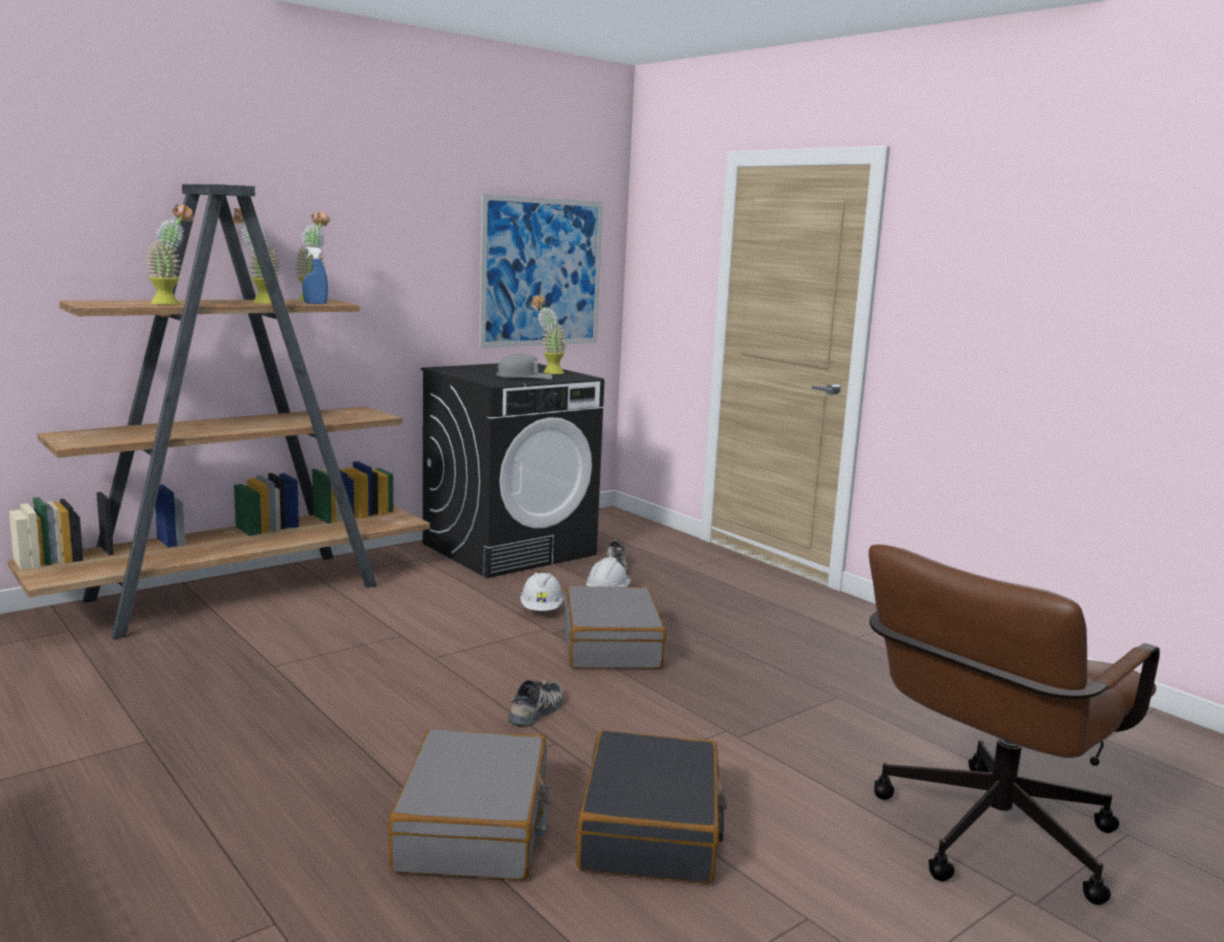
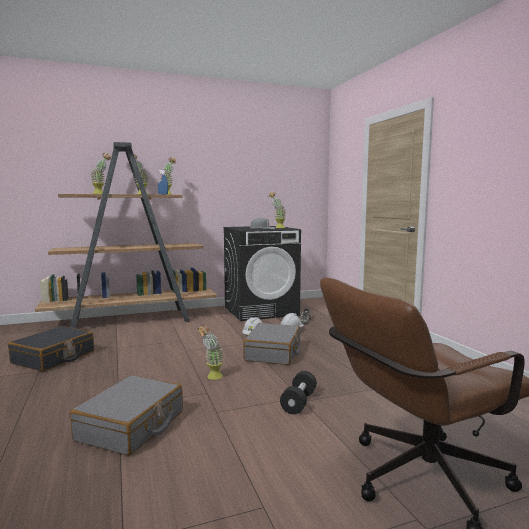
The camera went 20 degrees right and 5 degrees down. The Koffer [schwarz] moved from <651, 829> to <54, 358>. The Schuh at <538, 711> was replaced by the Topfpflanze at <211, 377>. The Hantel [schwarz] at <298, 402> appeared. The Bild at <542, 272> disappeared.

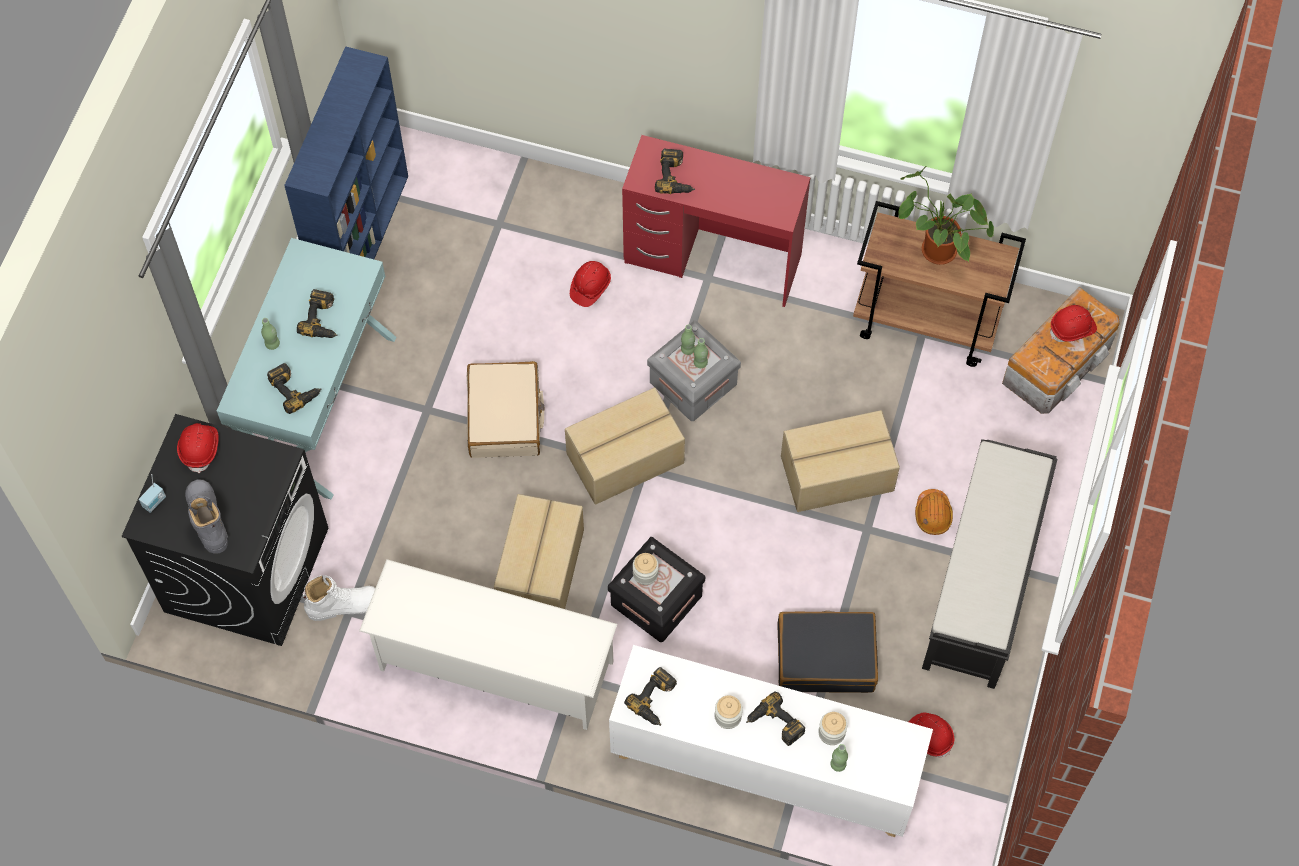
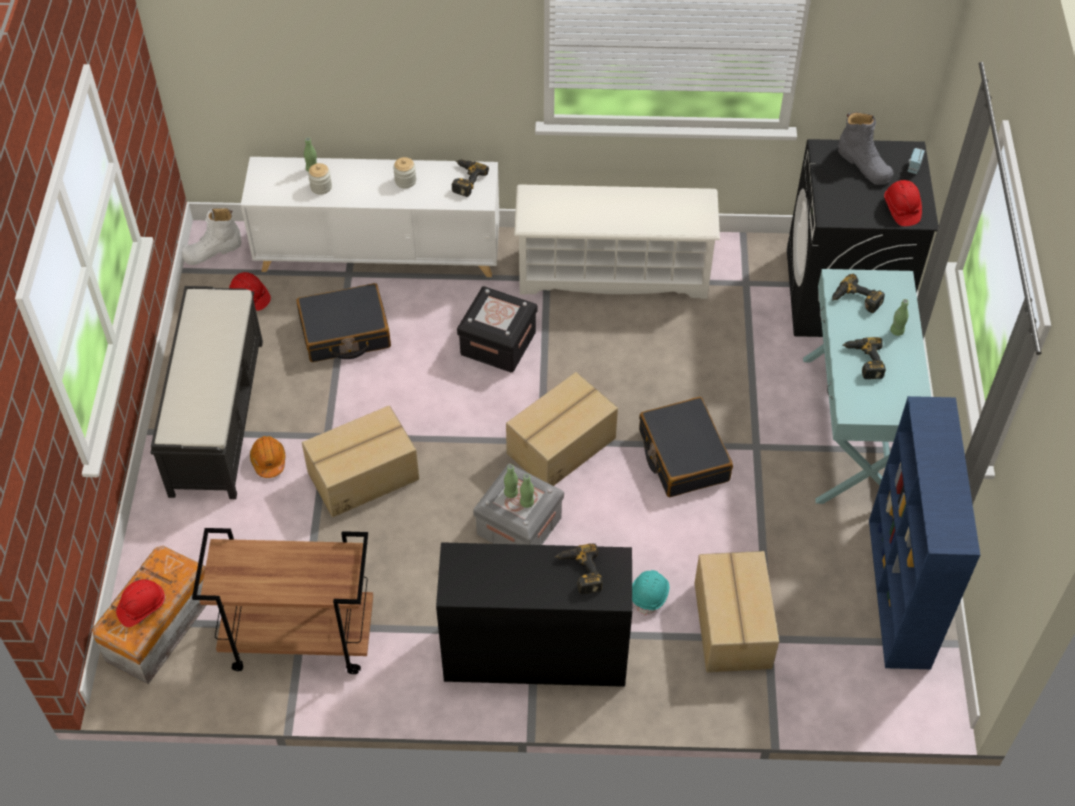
The camera went 165 degrees right and 10 degrees down. The Stiefel [weiß] moved from <343, 605> to <212, 250>. The Schreibtisch [rot] at <713, 259> became the Schreibtisch [schwarz] at <535, 654>. The Schutzhelm [rot] at <590, 287> became the Schutzhelm [türkis] at <650, 594>. The Koffer [beige] at <505, 417> became the Koffer [schwarz] at <683, 456>. The Karton moved from <542, 569> to <731, 625>. The Vorratsglas at <645, 574> disappeared. The Bohrmaschine at <774, 725> disappeared. The Topfpflanze at <934, 251> disappeared.

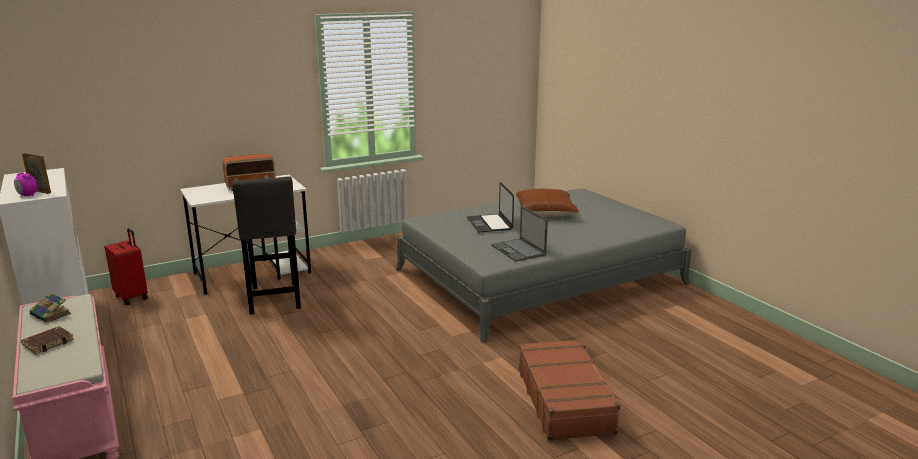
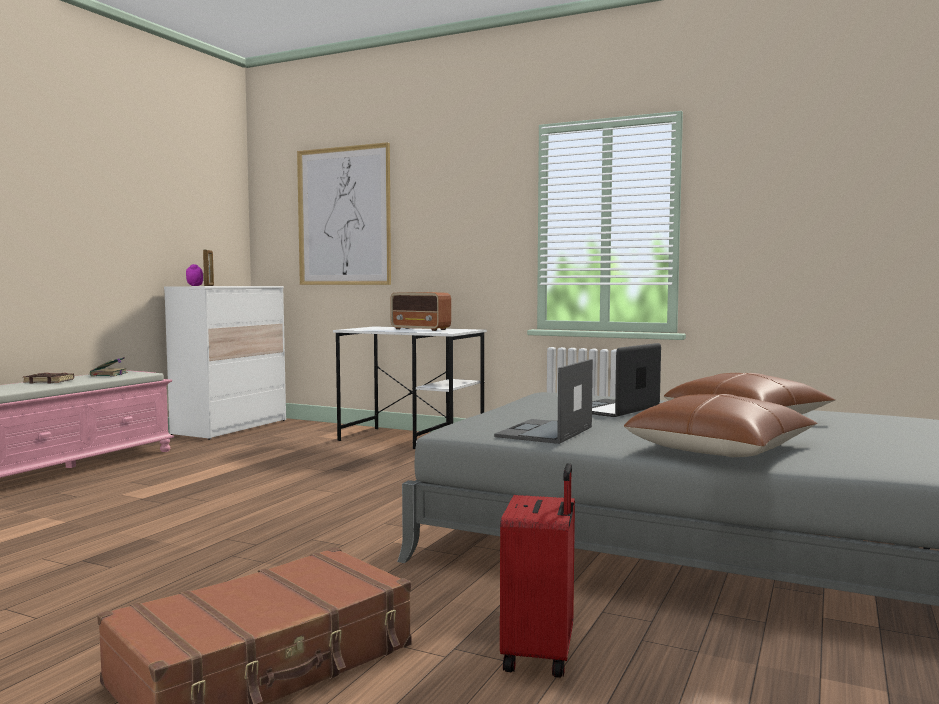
The camera went 55 degrees right and 15 degrees down. The Bild at <344, 216> appeared. The Koffer [rot] moved from <132, 297> to <541, 654>. The Kissen [braun] at <720, 450> appeared. The Hocker [grau] at <274, 300> disappeared.

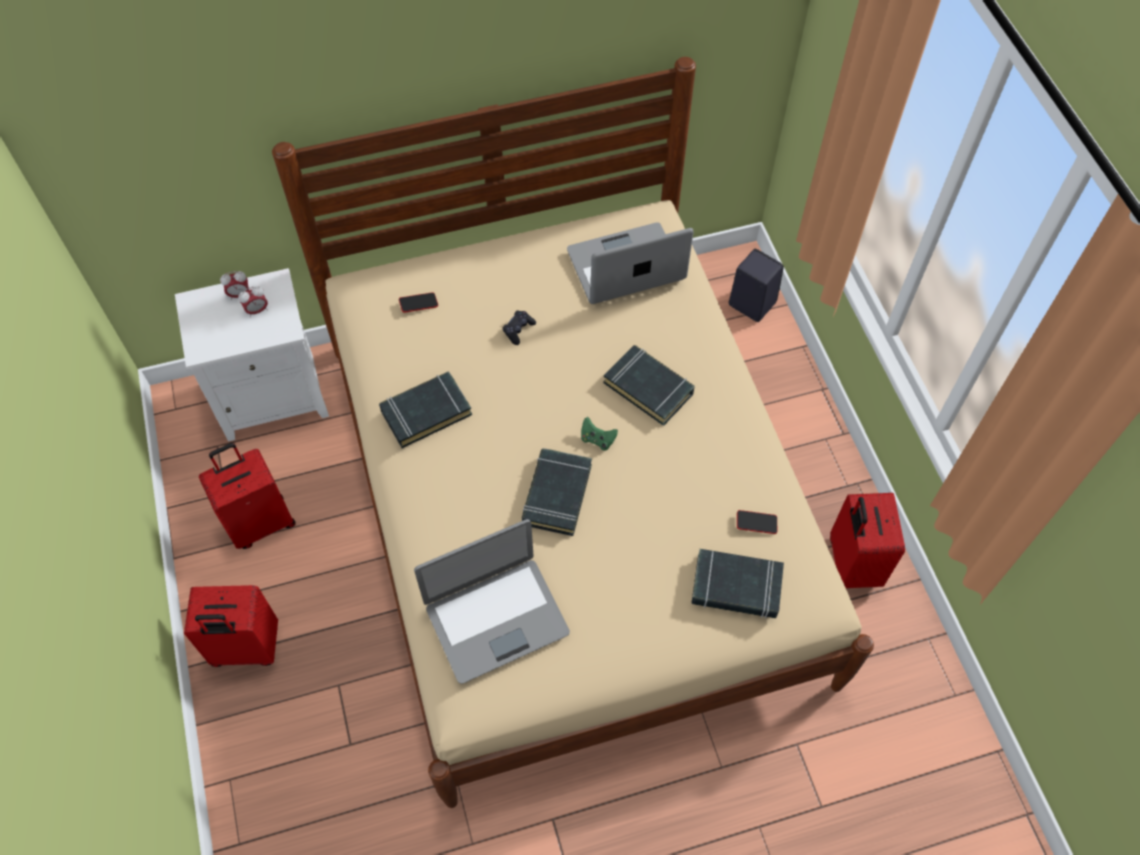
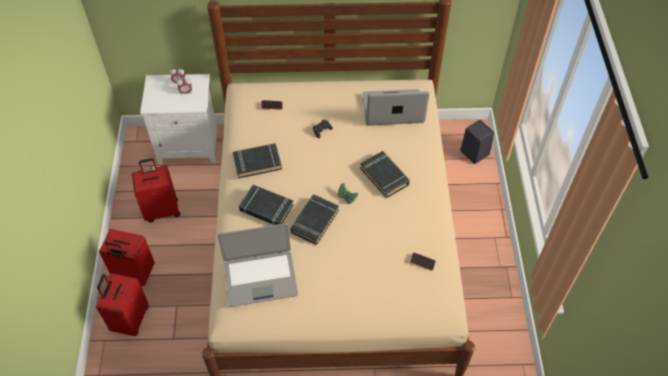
The camera went 15 degrees right and 5 degrees down. The Koffer [rot] moved from <851, 563> to <130, 319>. The Buch [schwarz] moved from <736, 587> to <266, 208>.

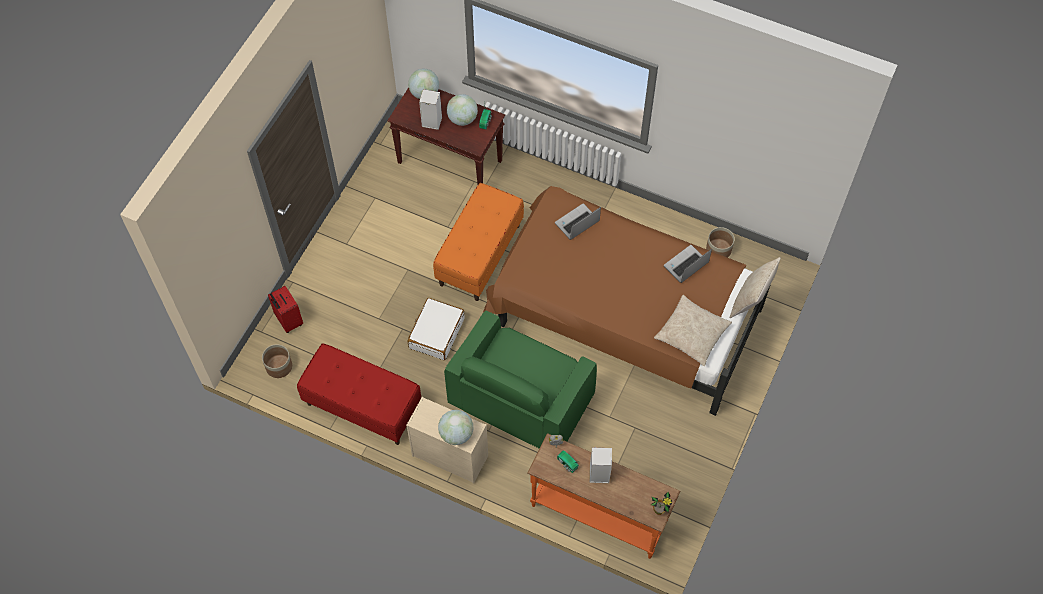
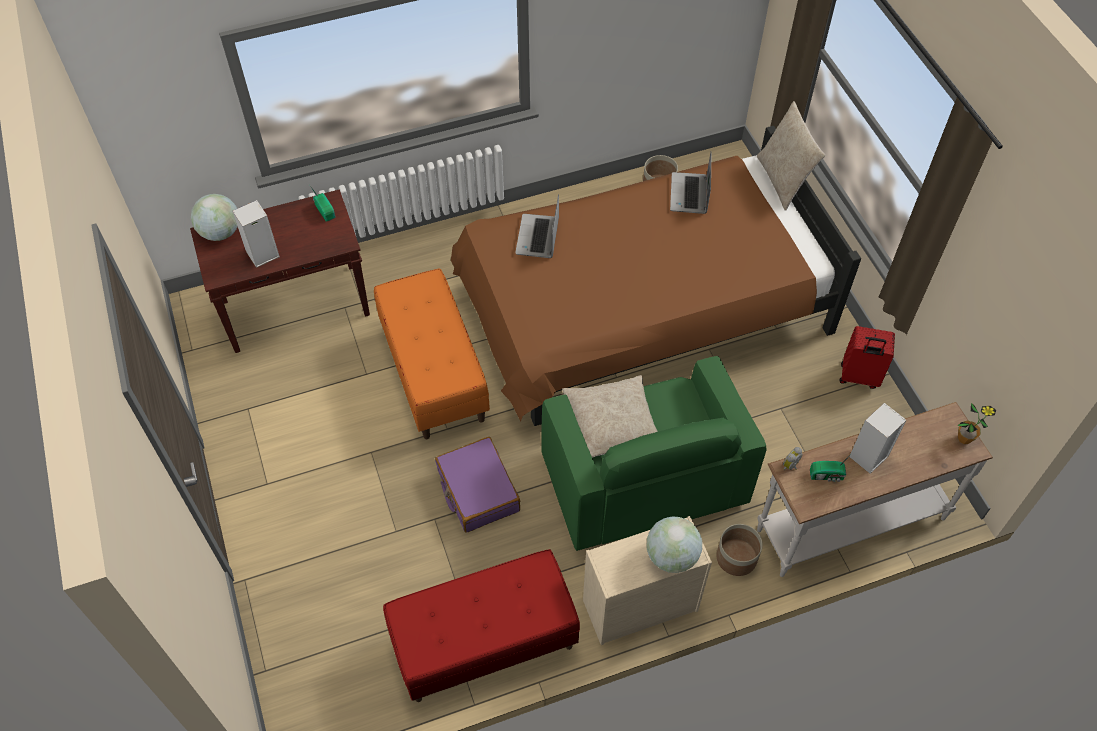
The camera went 45 degrees left and 5 degrees down. The Koffer [weiß] at <436, 333> became the Koffer [lila] at <477, 491>. The Kissen [beige] moved from <692, 334> to <611, 424>. The Pflanzkübel moved from <278, 366> to <736, 558>. The Konsolentisch [orange] at <598, 514> became the Konsolentisch [weiß] at <850, 522>. The Koffer [rot] moved from <288, 321> to <859, 377>. The Globus at <462, 119> disappeared.

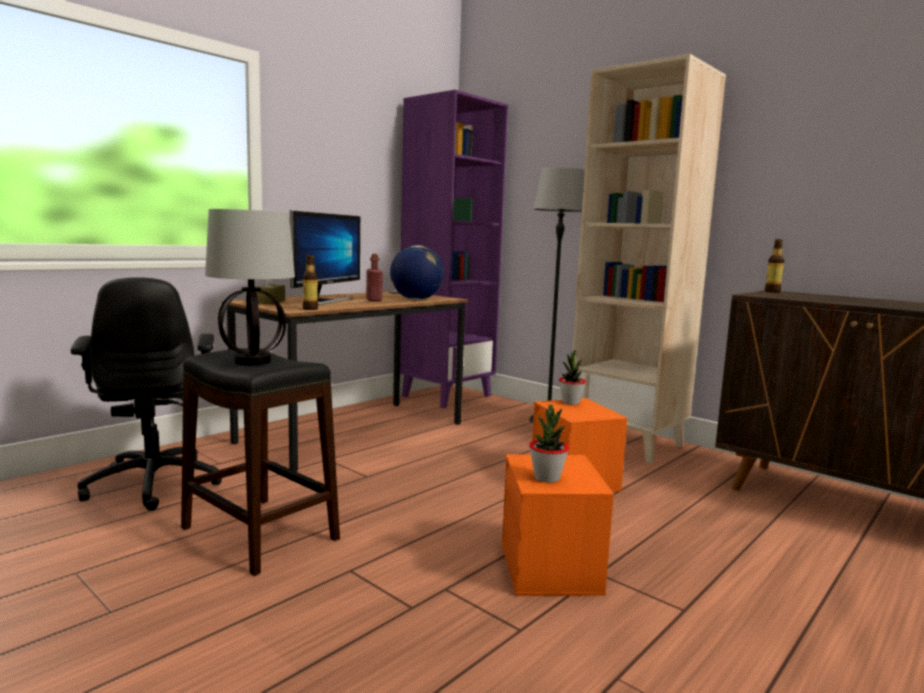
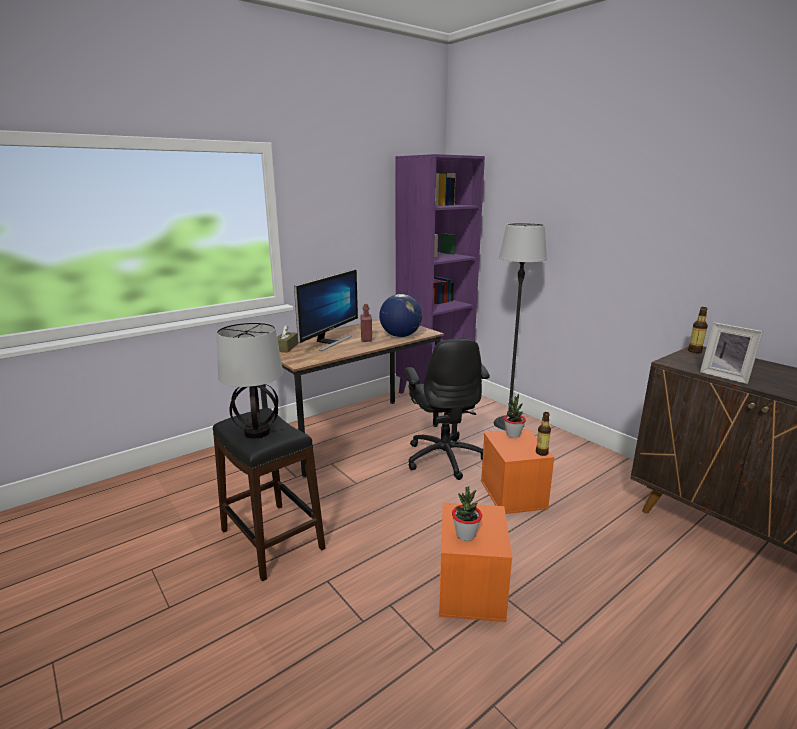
The camera went 10 degrees right and 10 degrees up. The Bürostuhl [schwarz] moved from <154, 484> to <444, 457>. The Flasche moved from <310, 309> to <541, 453>. The Bilderrahmen at <725, 376> appeared. The Bücherregal [beige] at <628, 443> disappeared.

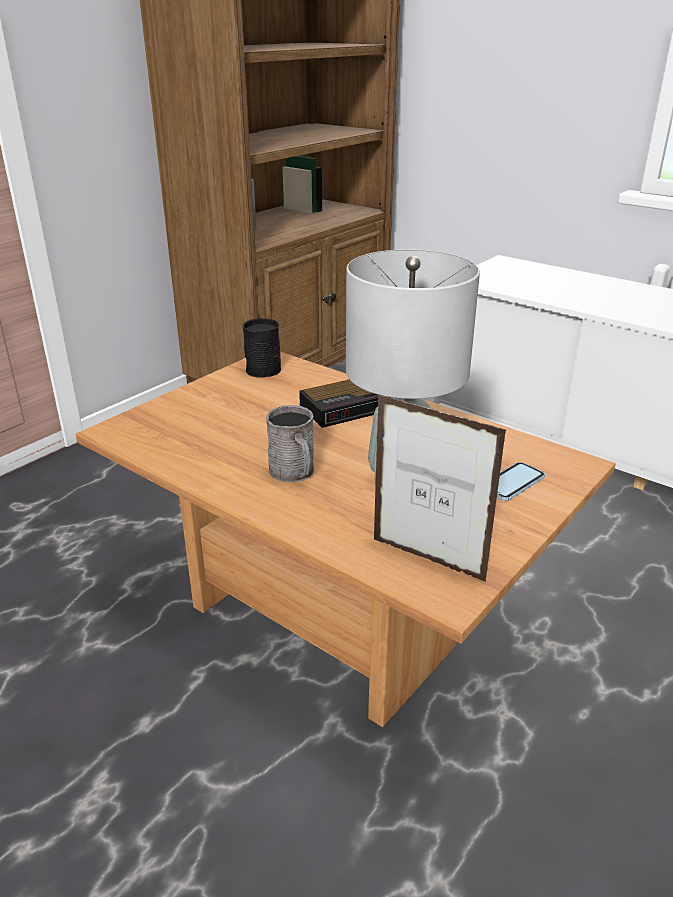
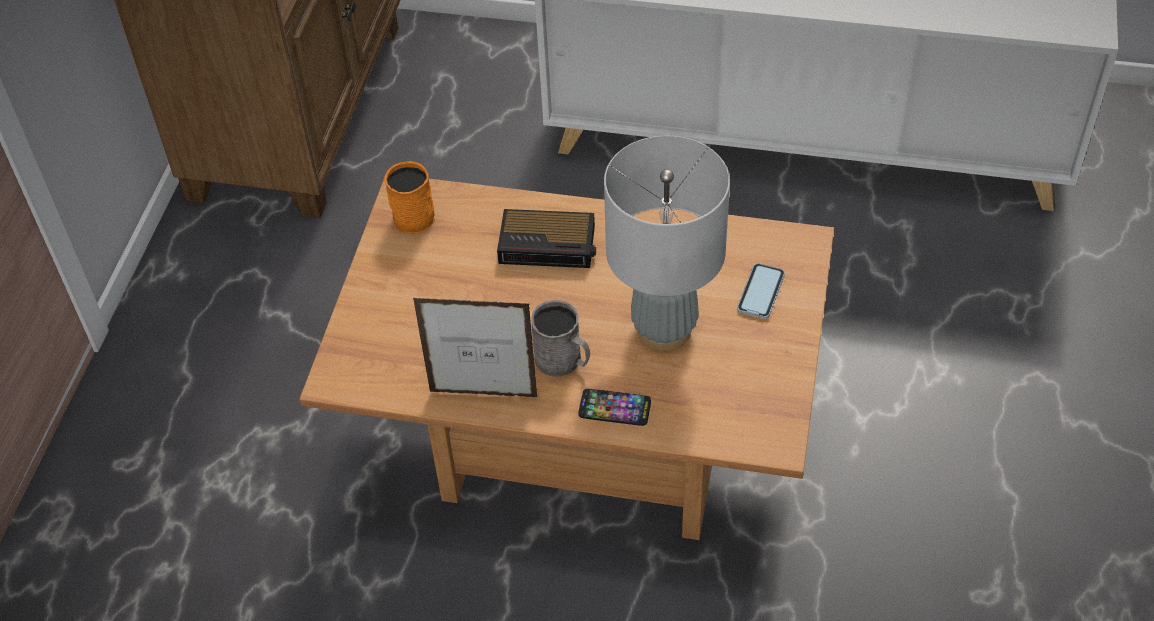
The camera went 25 degrees left and 20 degrees up. The Henkelbecher [schwarz] at <265, 367> became the Henkelbecher [orange] at <413, 212>. The Bilderrahmen moved from <427, 560> to <483, 394>. The Wecker at <349, 407> turned 60 degrees clockwise. The Handy at <614, 408> appeared.

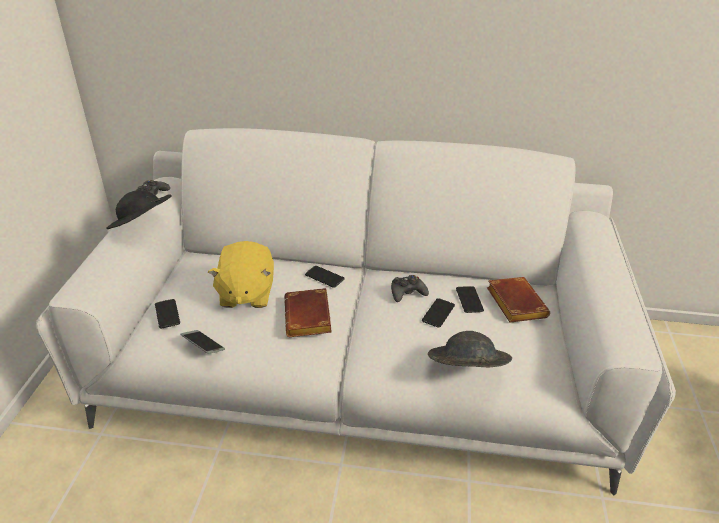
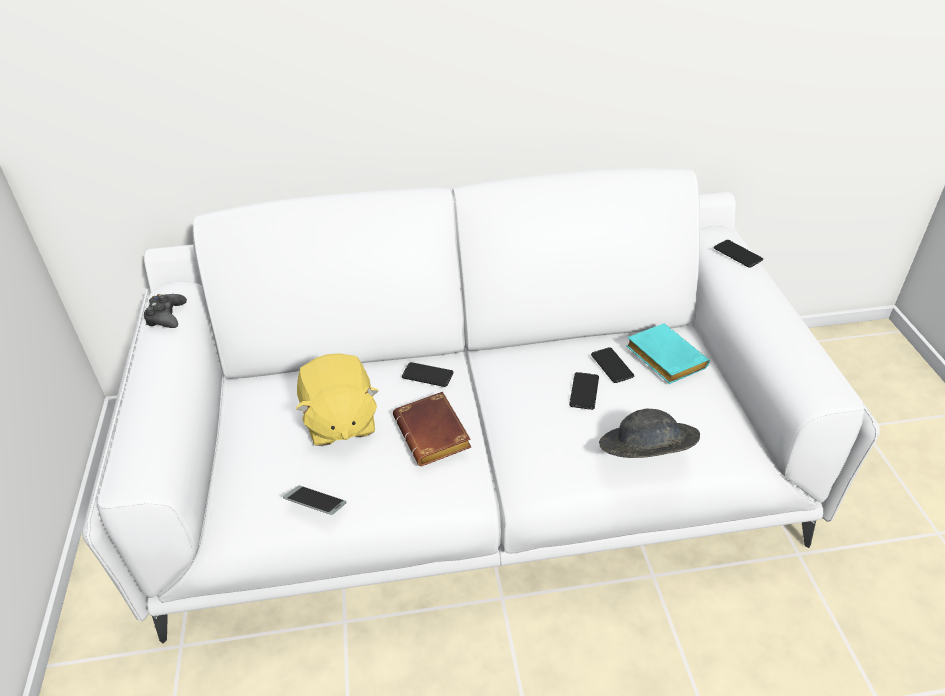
The camera went 15 degrees left and 5 degrees up. The Buch [braun] at <513, 303> became the Buch [türkis] at <662, 358>. The Handy moved from <167, 314> to <737, 254>. The Hut [schwarz] at <142, 226> disappeared. The Gamepad [schwarz] at <407, 292> disappeared.

